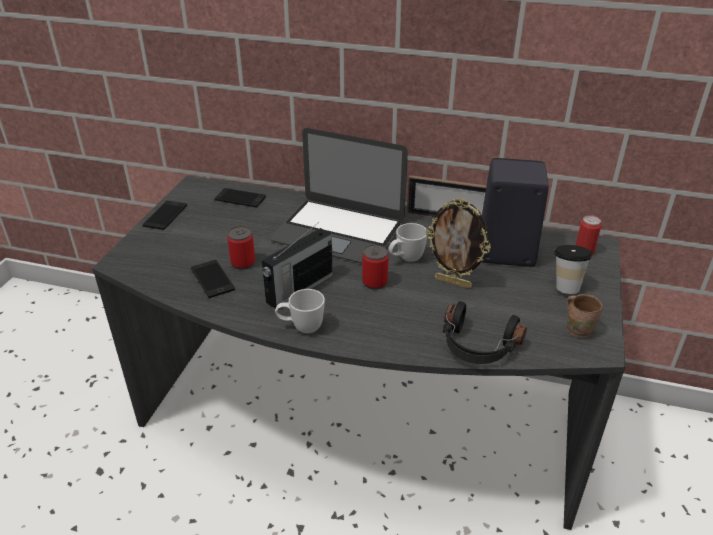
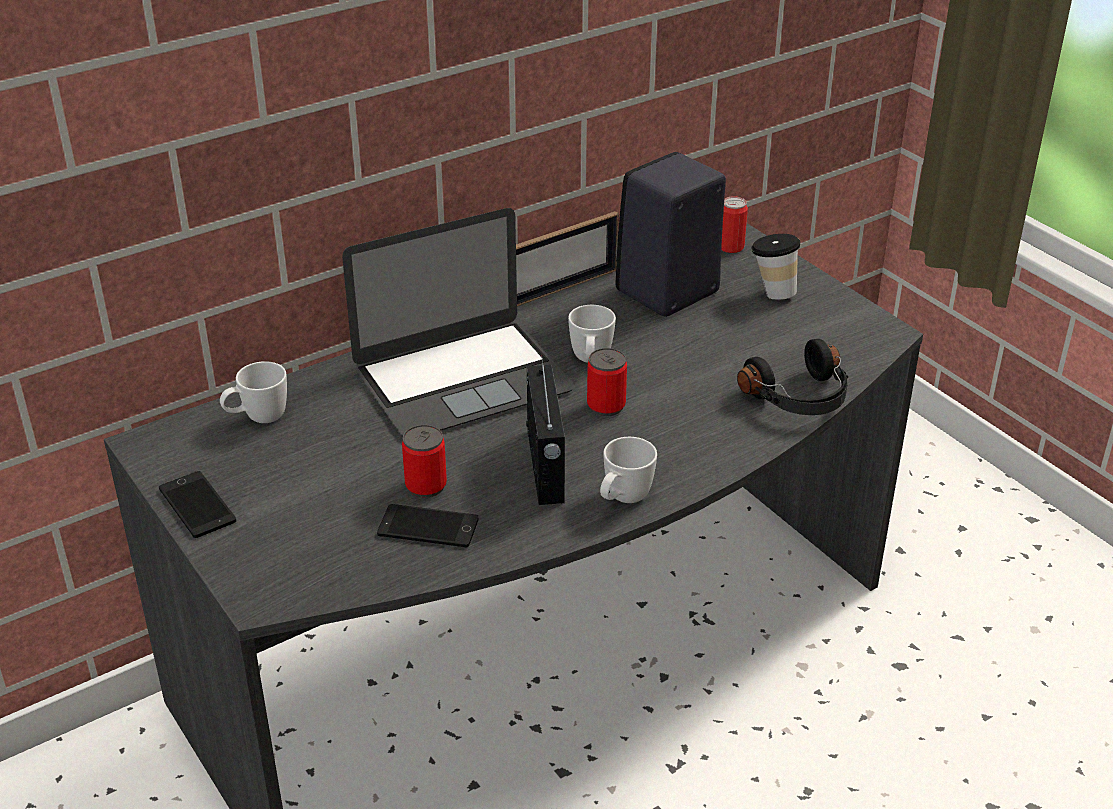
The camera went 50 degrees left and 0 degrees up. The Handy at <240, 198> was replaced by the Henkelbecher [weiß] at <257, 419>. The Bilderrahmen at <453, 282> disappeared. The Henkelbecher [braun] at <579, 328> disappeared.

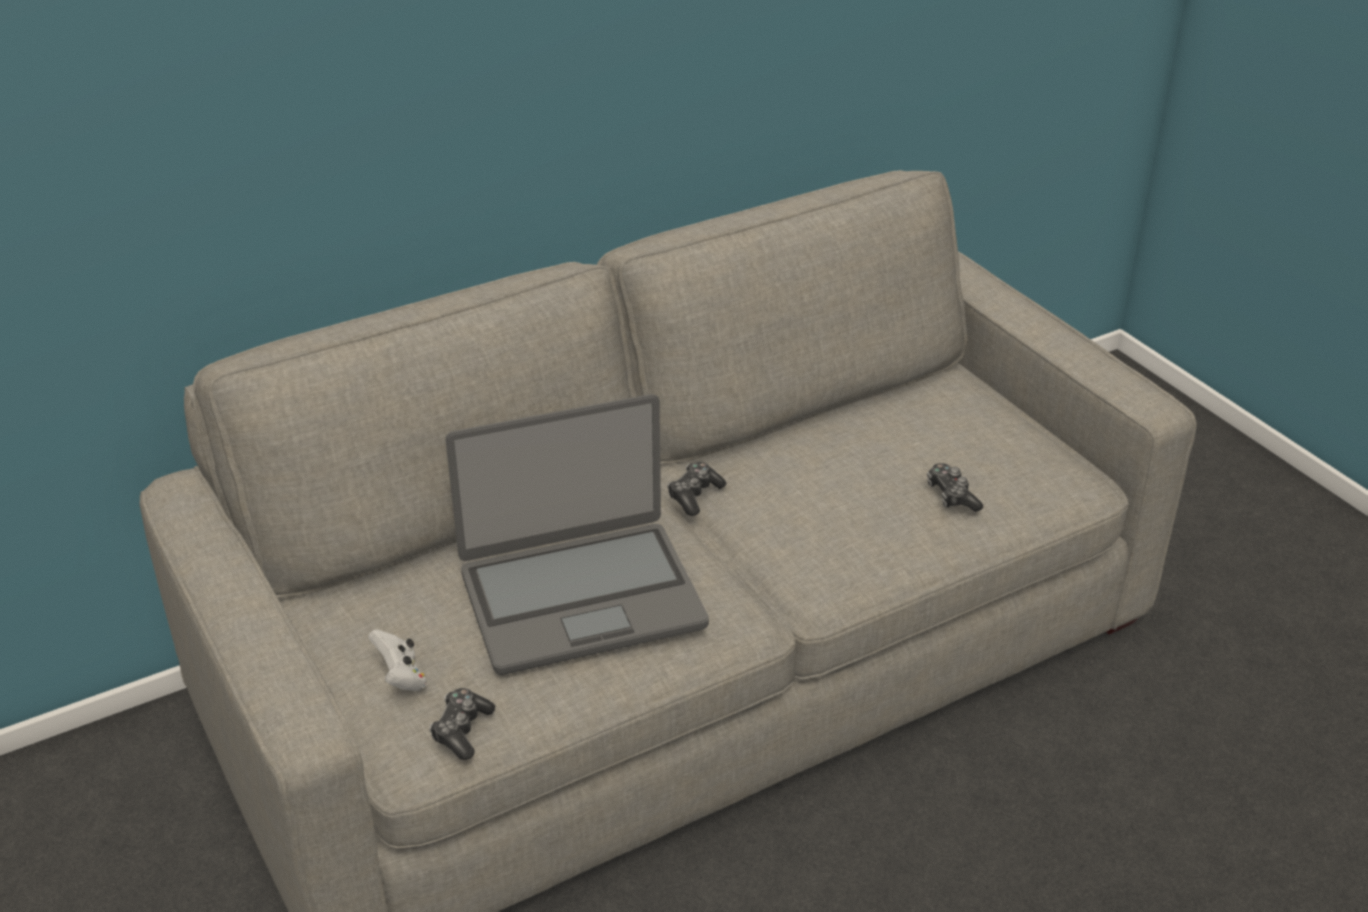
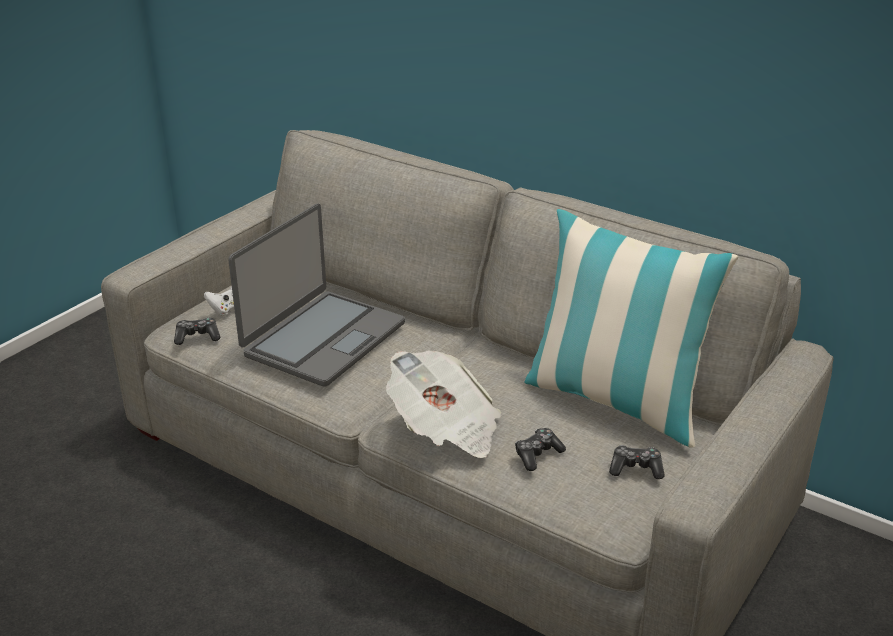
The camera went 65 degrees right and 5 degrees down. The Laptop at <581, 597> turned 105 degrees counterclockwise. The Zeitung at <445, 428> appeared. The Kissen at <615, 401> appeared. The Gamepad moved from <694, 495> to <636, 468>.

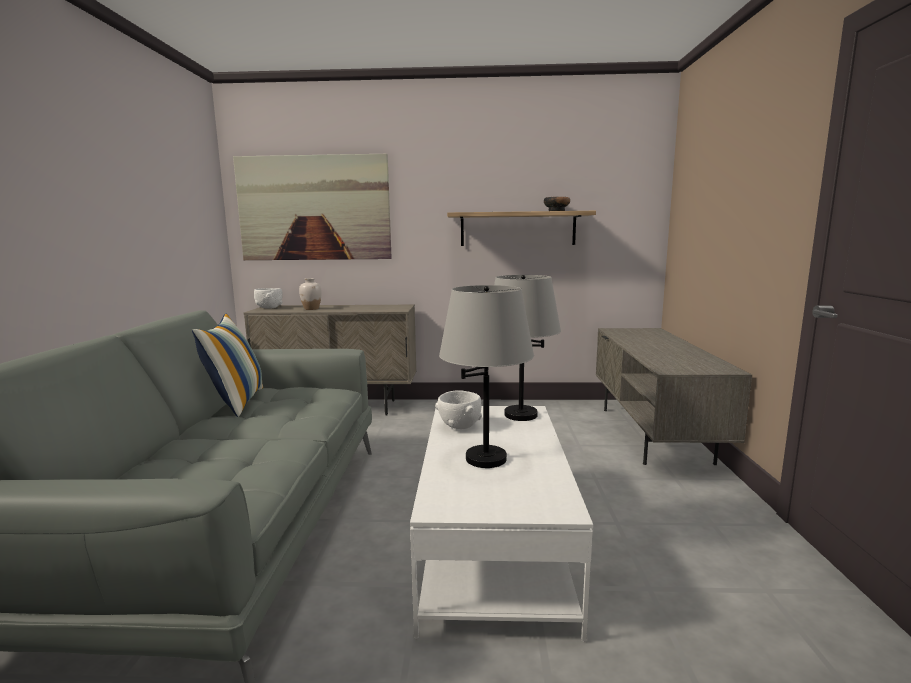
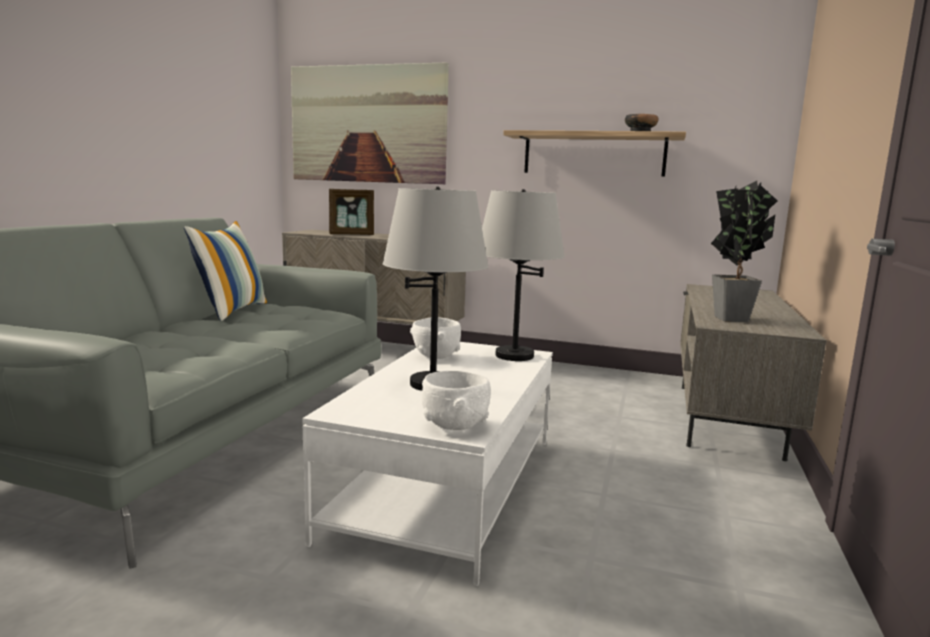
The camera went 15 degrees right and 0 degrees up. The Vase [weiß] at <311, 309> was replaced by the Bilderrahmen at <352, 234>. The Schüssel [weiß] moved from <269, 308> to <455, 426>. The Topfpflanze at <732, 317> appeared.

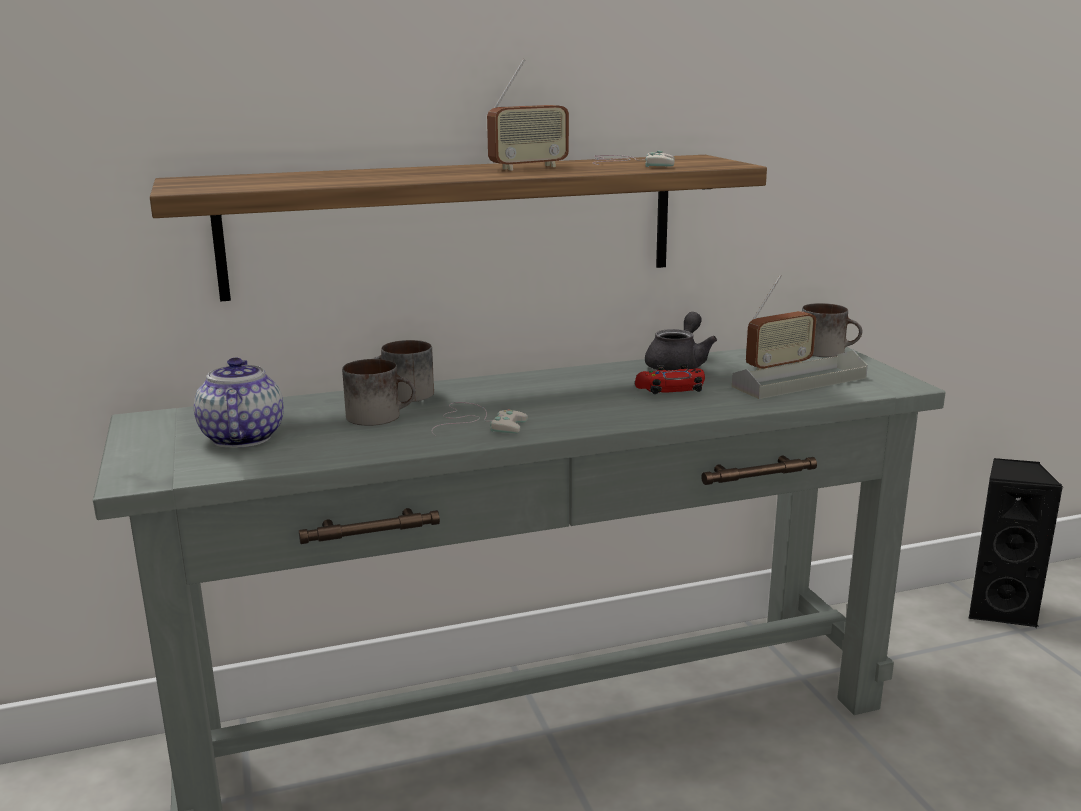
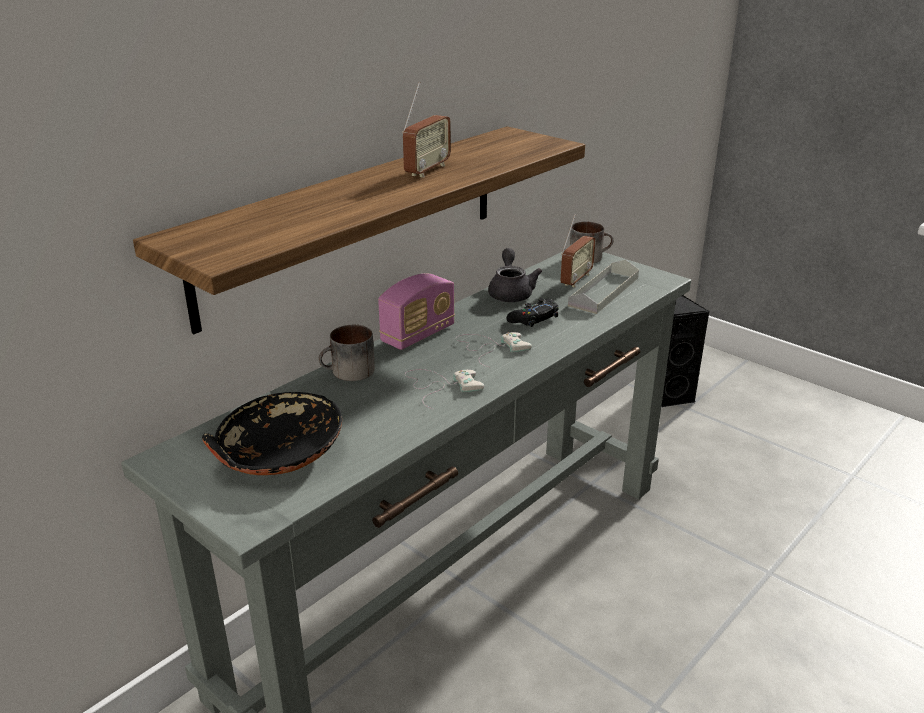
The camera went 30 degrees left and 10 degrees up. The Teekanne at <241, 437> was replaced by the Schüssel [schwarz] at <278, 453>. The Radio at <418, 335> appeared. The Gamepad [weiß] moved from <626, 164> to <490, 348>. The Gamepad [rot] at <671, 390> became the Gamepad [schwarz] at <533, 319>. The Henkelbecher at <381, 416> disappeared.

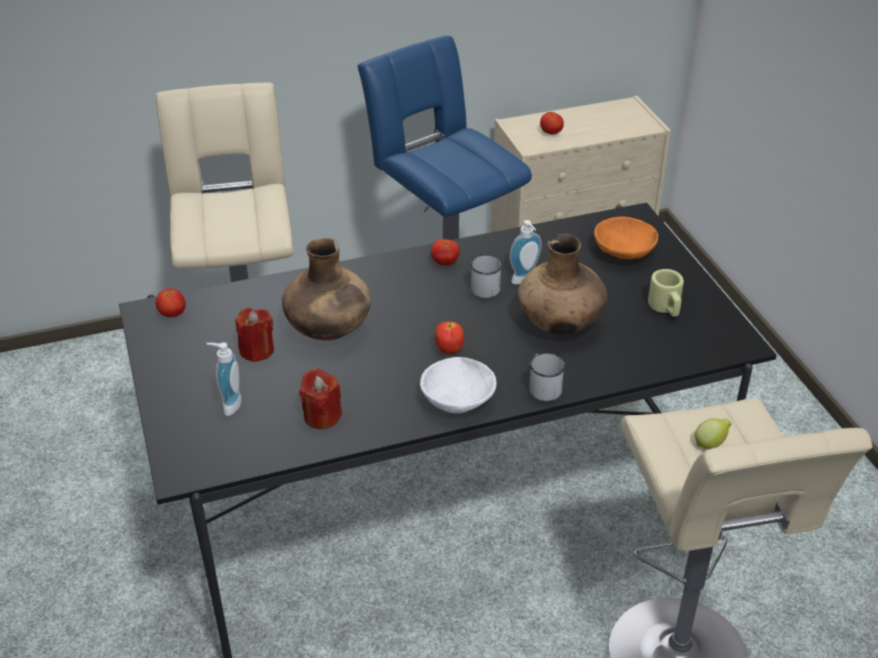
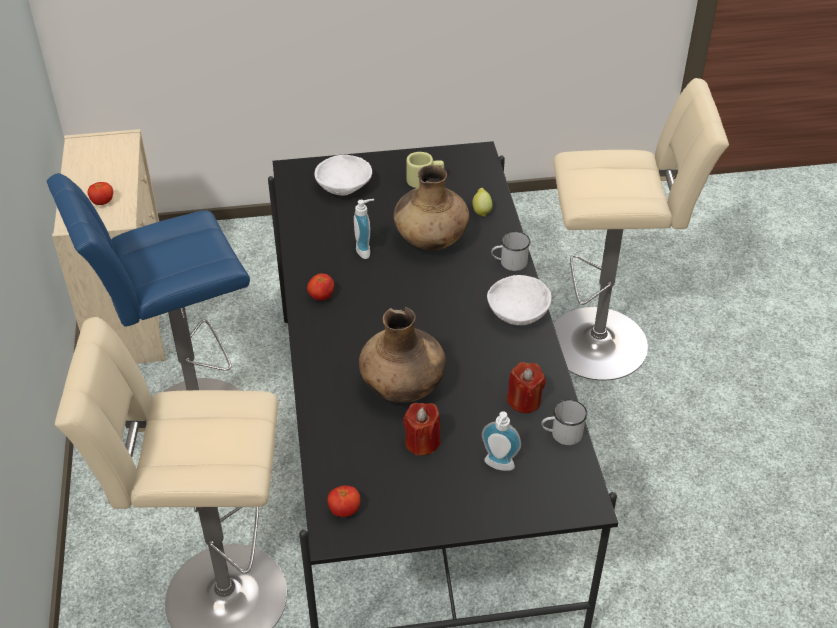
The camera went 80 degrees left and 5 degrees up. The Schüssel [orange] at <623, 254> became the Schüssel [weiß] at <345, 188>. The Zitrone moved from <710, 444> to <481, 211>. The Henkelbecher [weiß] moved from <483, 286> to <561, 434>. The Apfel at <448, 350> disappeared.

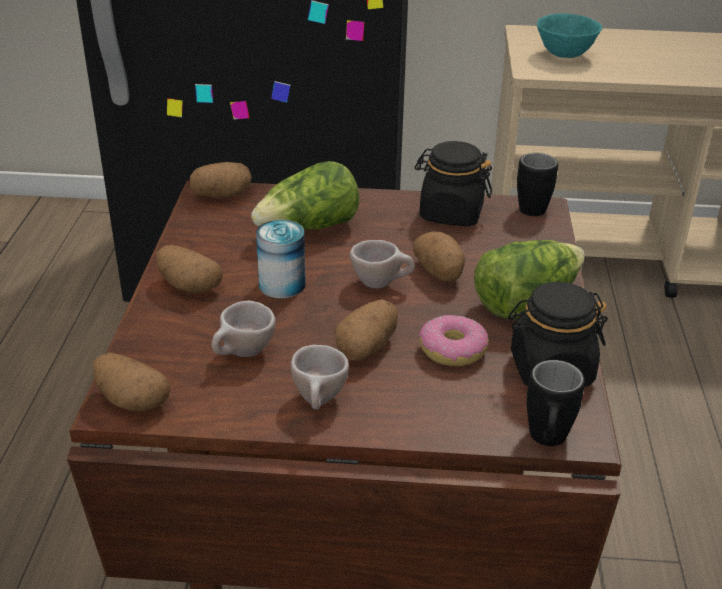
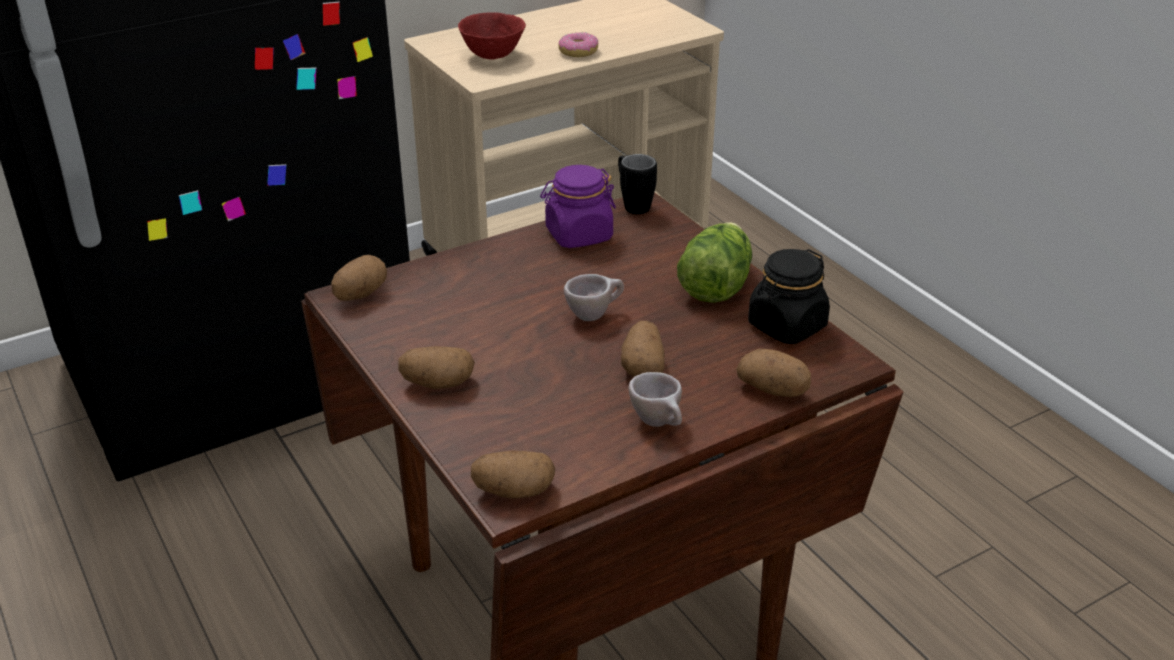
The camera went 35 degrees left and 0 degrees up. The Schüssel [türkis] at <564, 55> became the Schüssel [rot] at <493, 56>. The Vorratsglas [schwarz] at <450, 213> became the Vorratsglas [lila] at <578, 235>. The Donut moved from <453, 350> to <578, 52>. The Kartoffel moved from <440, 273> to <773, 389>. The Tasse [beige] at <243, 355> disappeared. The Salatkopf at <309, 228> disappeared. The Dose at <282, 285> disappeared. The Henkelbecher [schwarz] at <546, 442> disappeared.

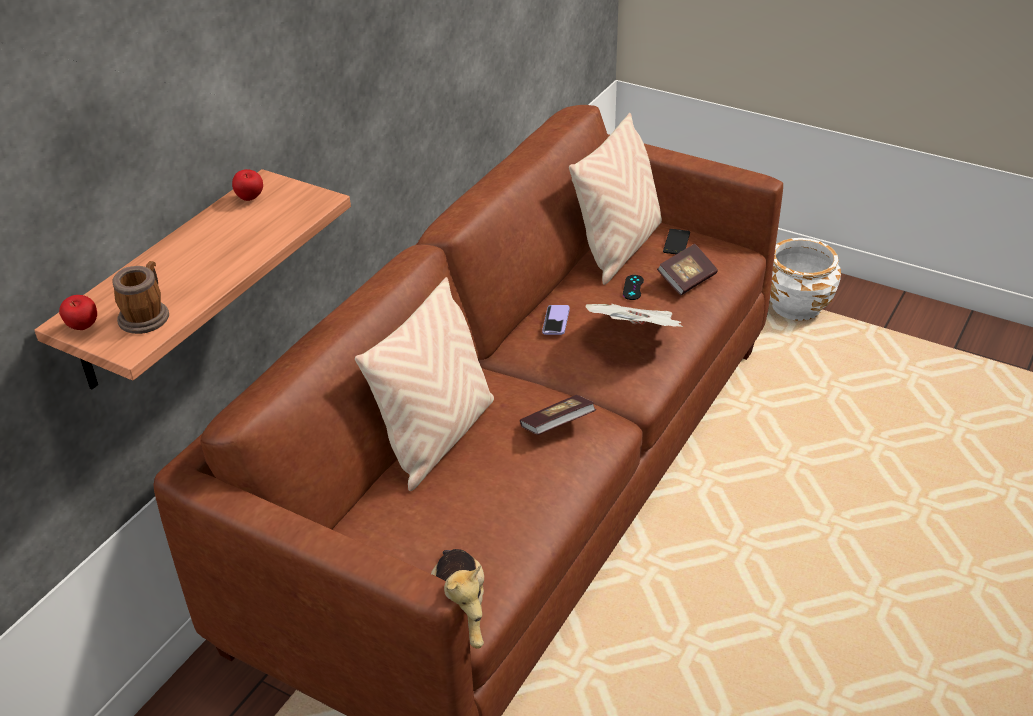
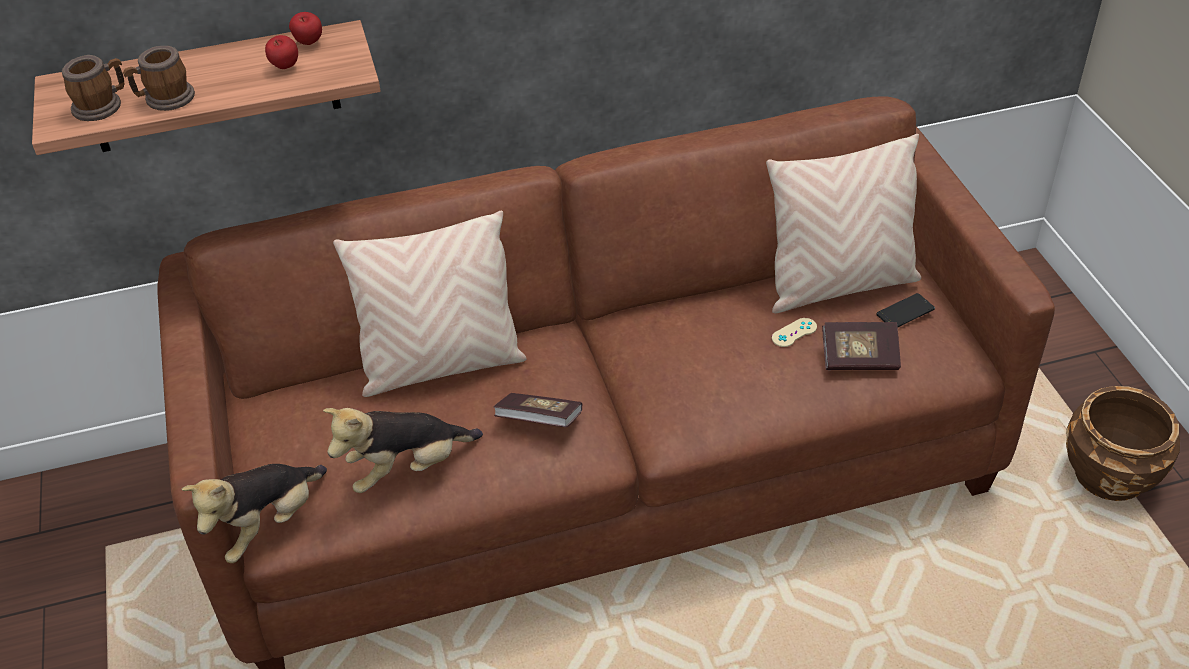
The camera went 45 degrees right and 5 degrees up. The Henkelbecher at <165, 99> appeared. The Apfel moved from <83, 328> to <285, 68>. The Plüschtier at <407, 469> appeared. The Gamepad [schwarz] at <633, 287> became the Gamepad [beige] at <794, 333>. The Pflanzkübel [weiß] at <795, 307> became the Pflanzkübel [braun] at <1108, 475>. The Handy at <556, 321> disappeared. The Zeitung at <636, 335> disappeared.

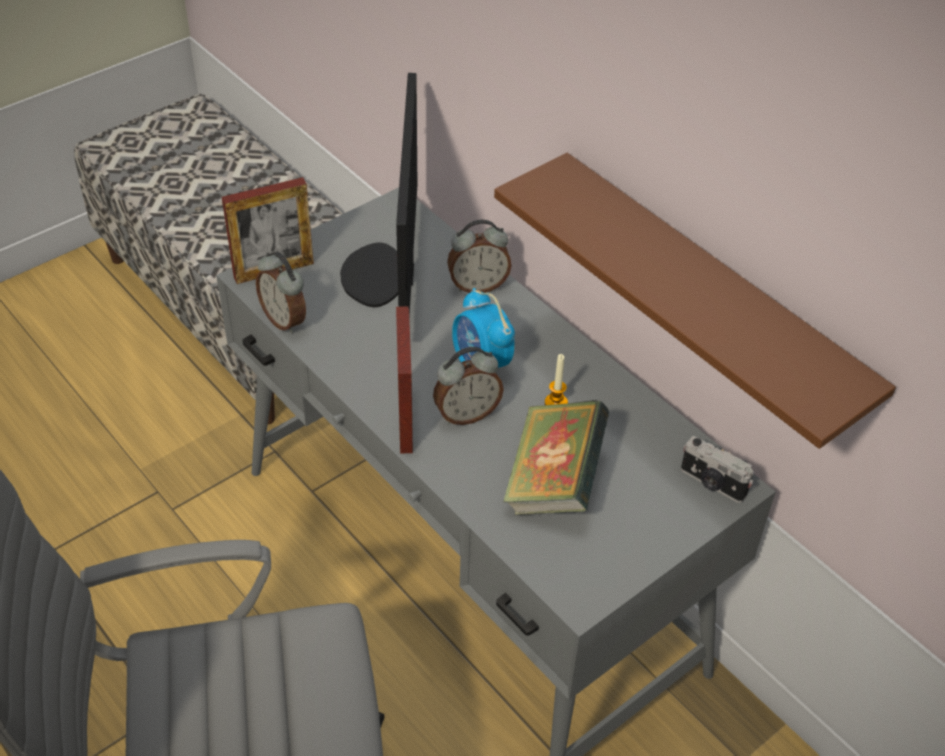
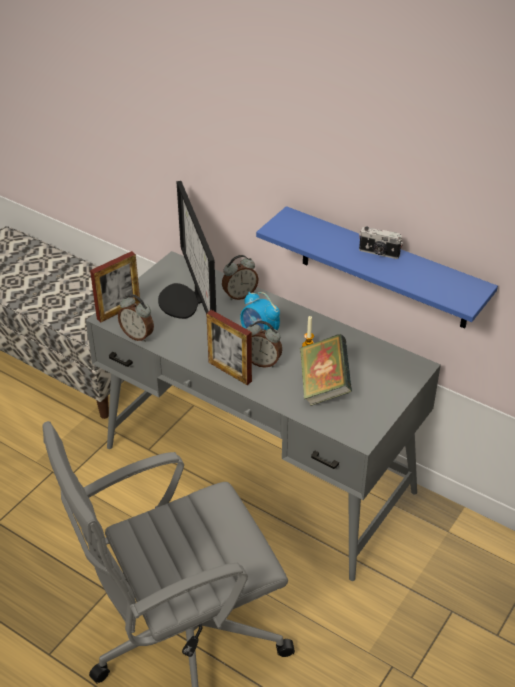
The camera went 15 degrees left and 5 degrees down. The Bilderrahmen at <405, 419> turned 150 degrees clockwise. The Wecker at <466, 414> turned 60 degrees clockwise. The Wandregal [braun] at <707, 301> became the Wandregal [blau] at <384, 269>. The Kamera moved from <712, 483> to <379, 253>.

